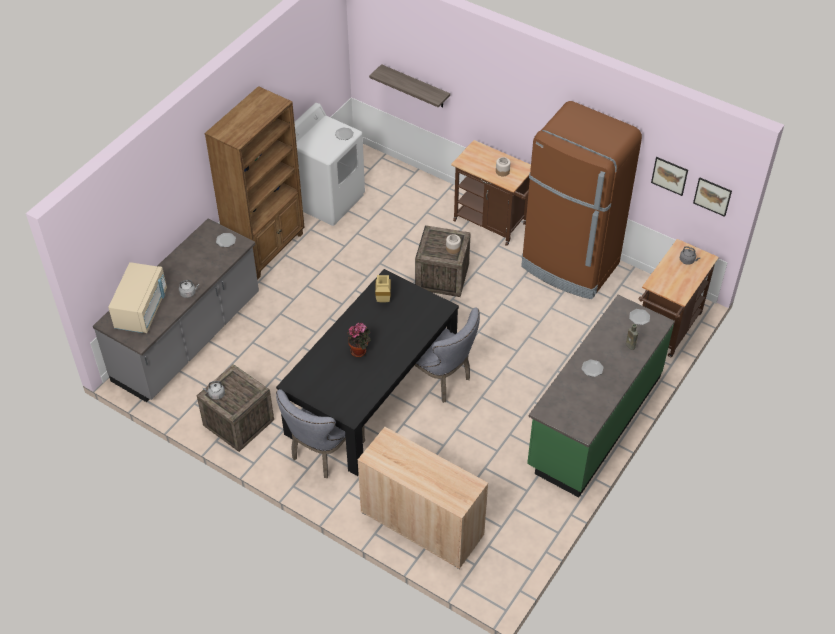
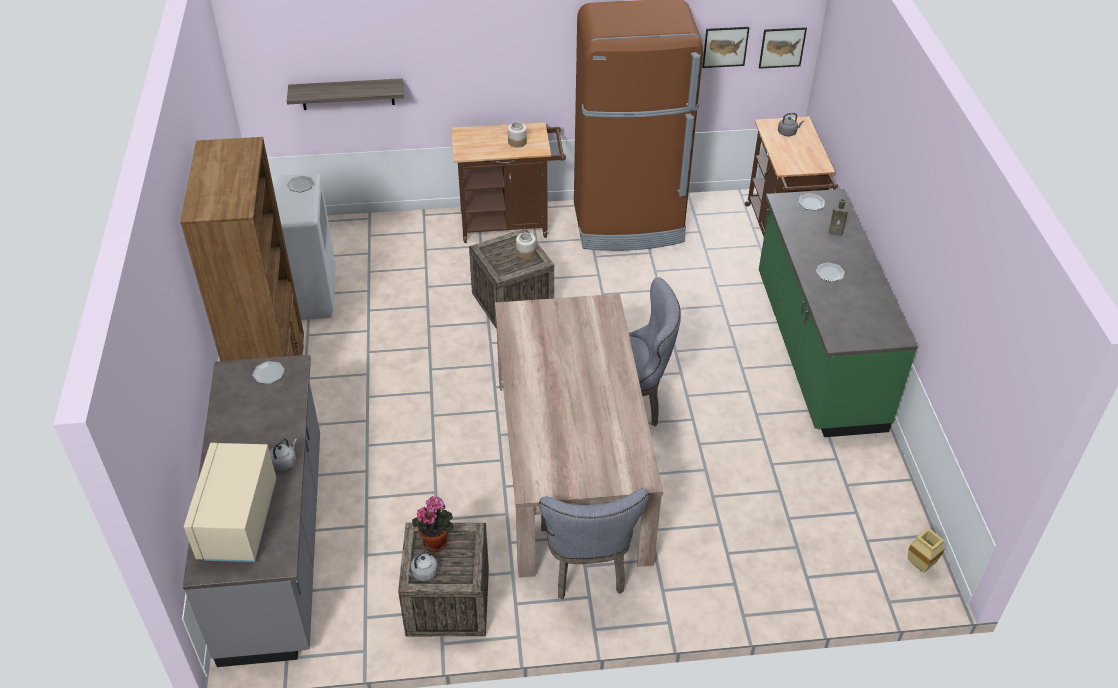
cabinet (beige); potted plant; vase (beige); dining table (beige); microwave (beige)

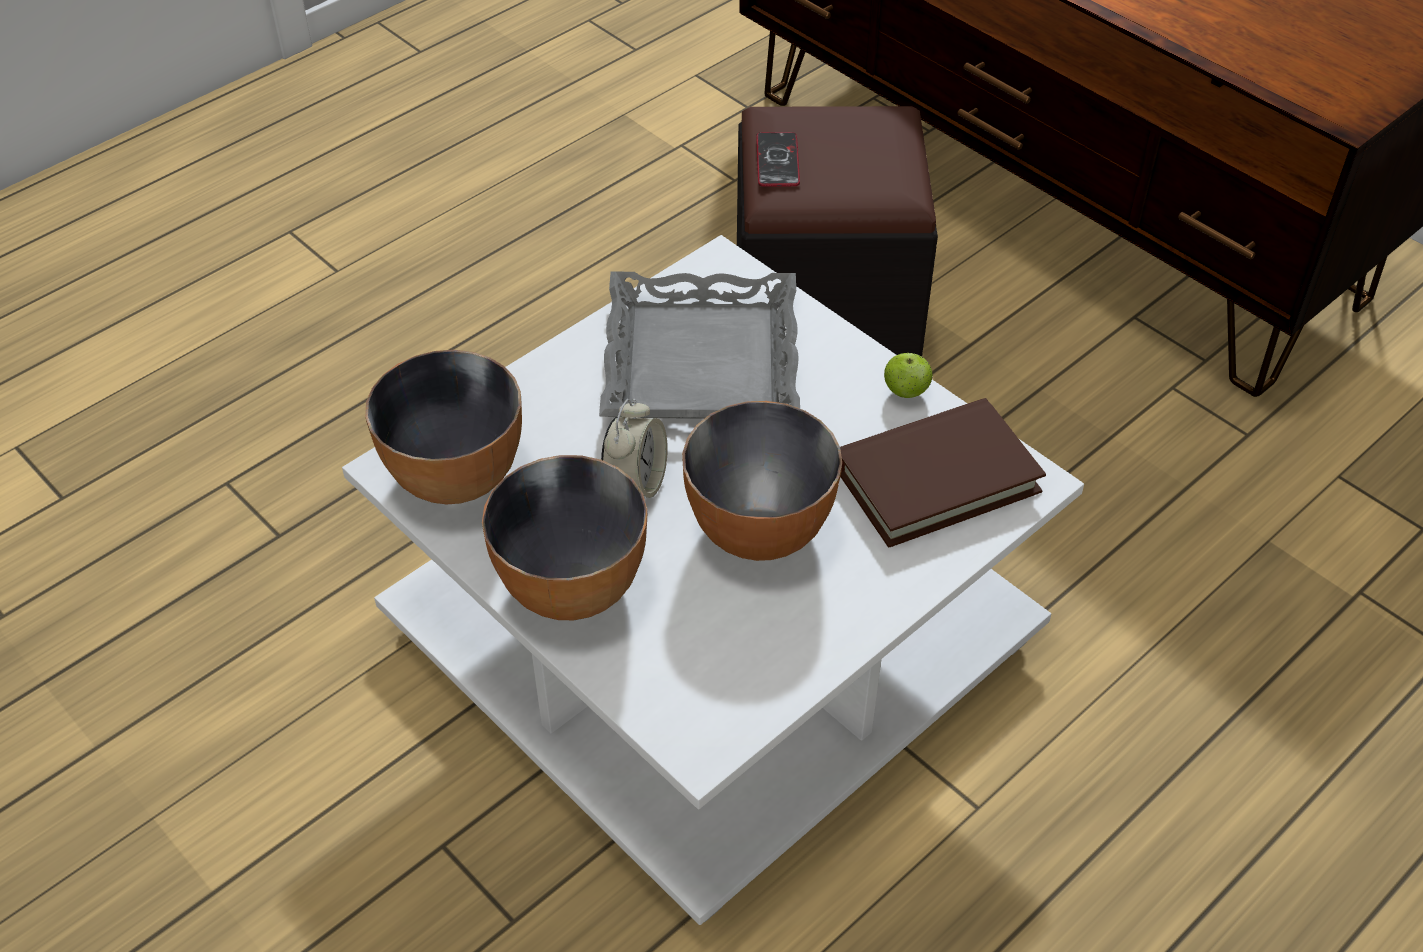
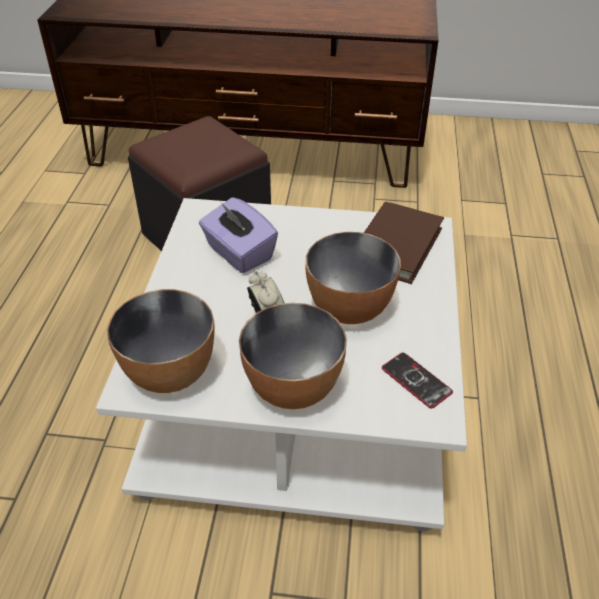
apple; phone; tissue box (purple)

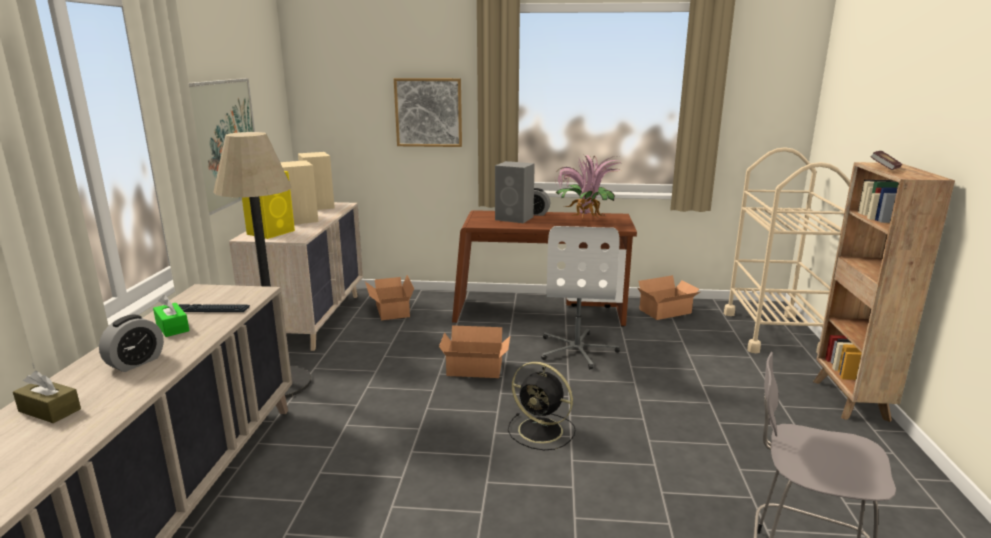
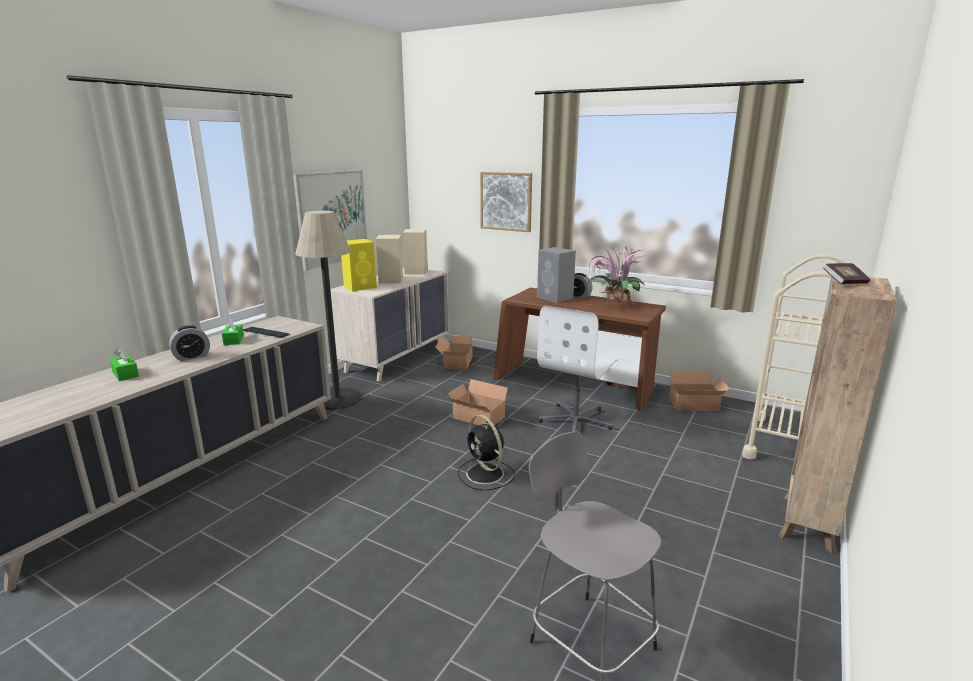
tissue box (green) (1st from left)

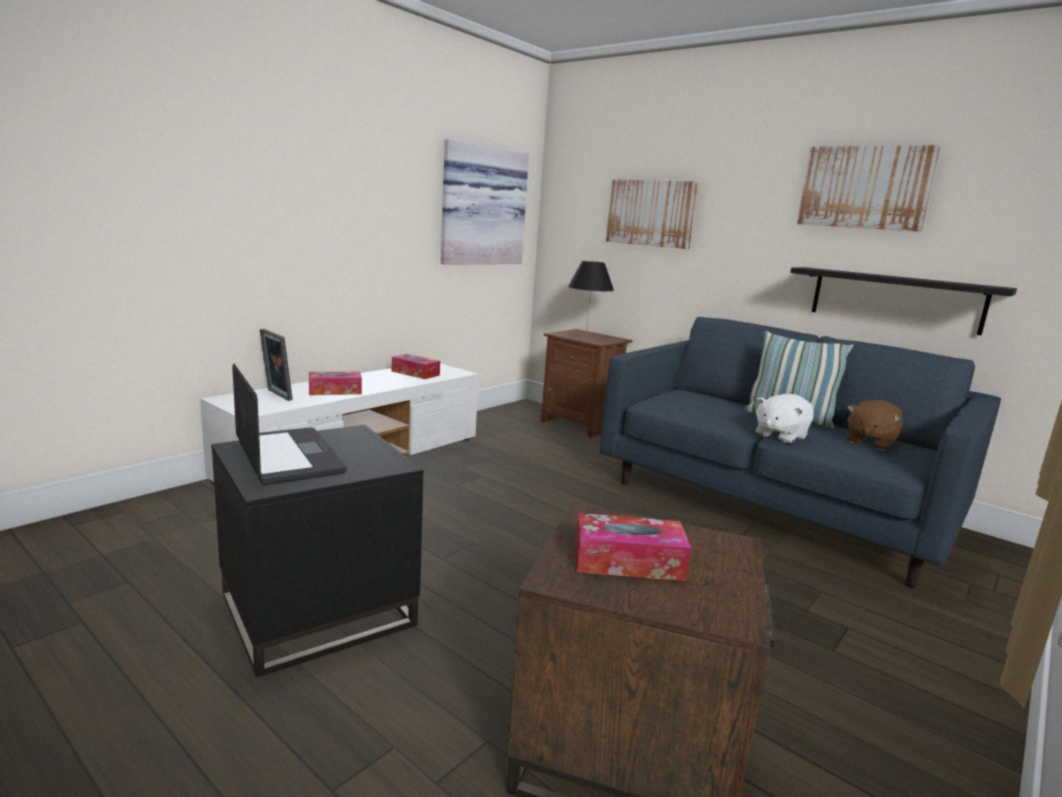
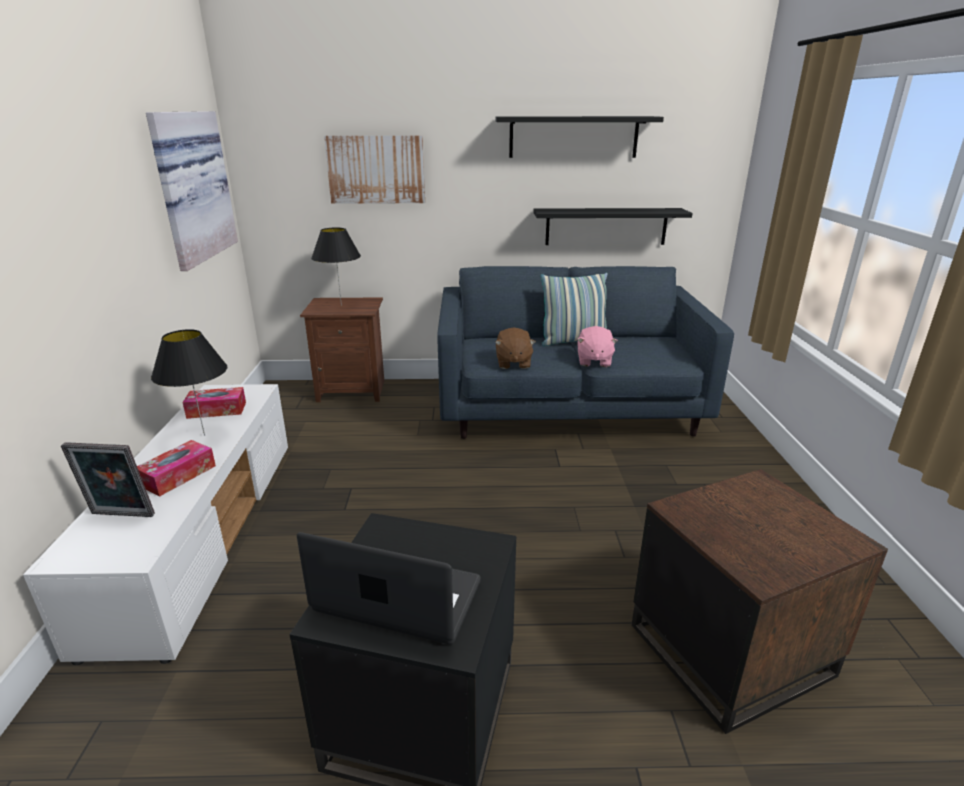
tissue box (3rd from left in the first image); table lamp (black) (1st from left); plush toy (brown); shelf (black) (1st from left); plush toy (pink)

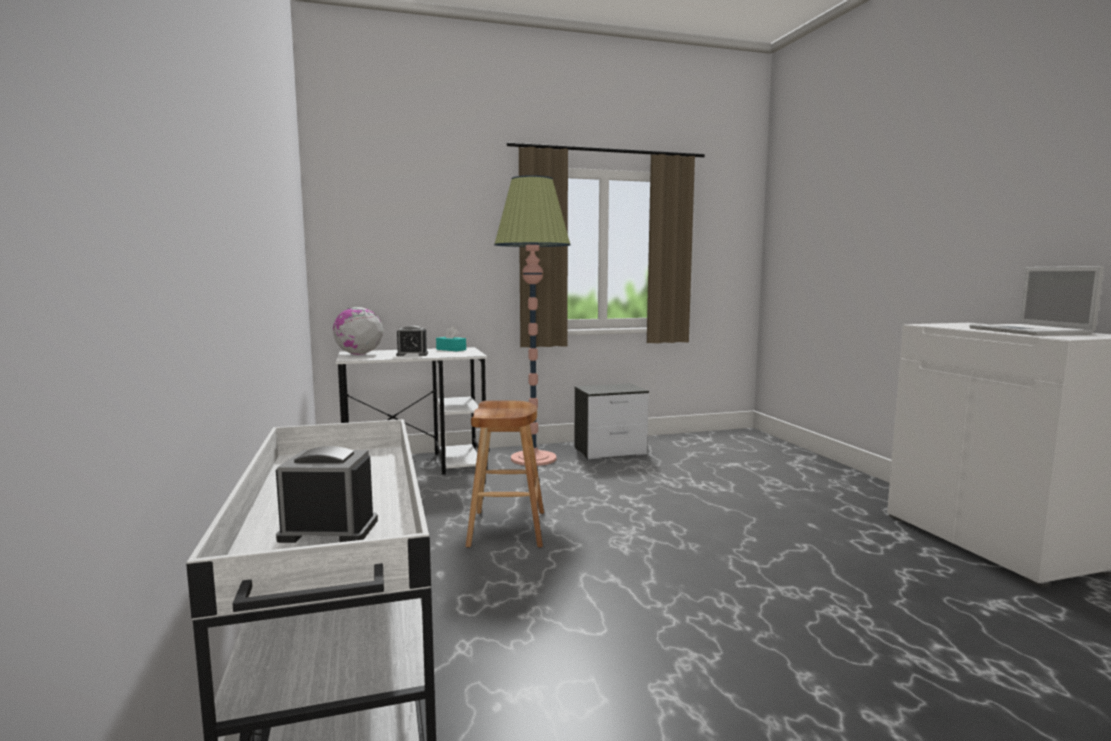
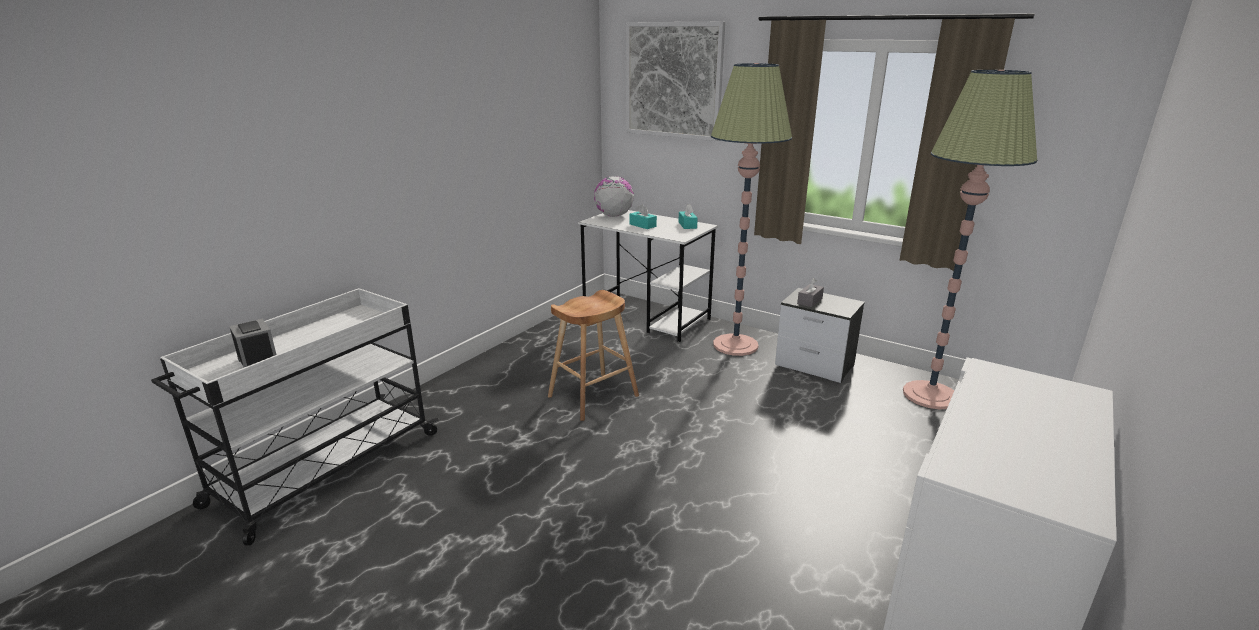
laptop; picture; tissue box (grey); floor lamp (2nd from left); tissue box (turquoise) (1st from left)

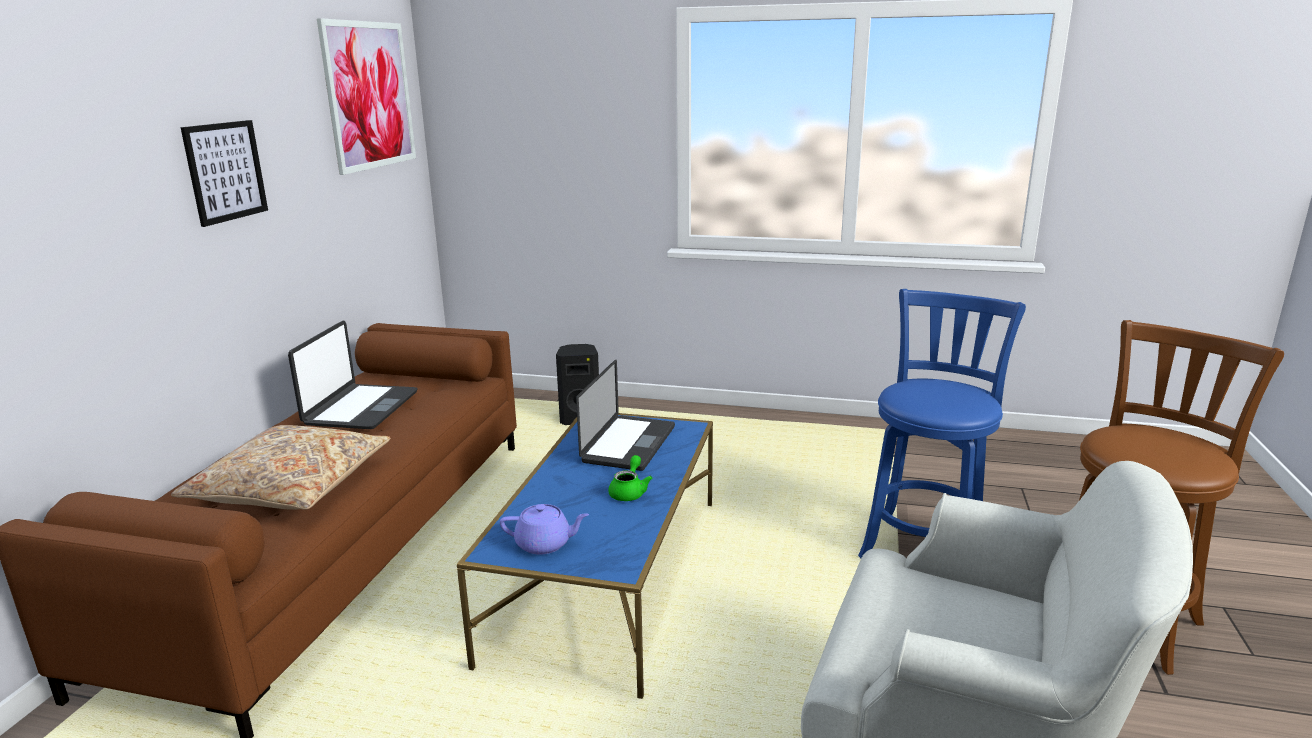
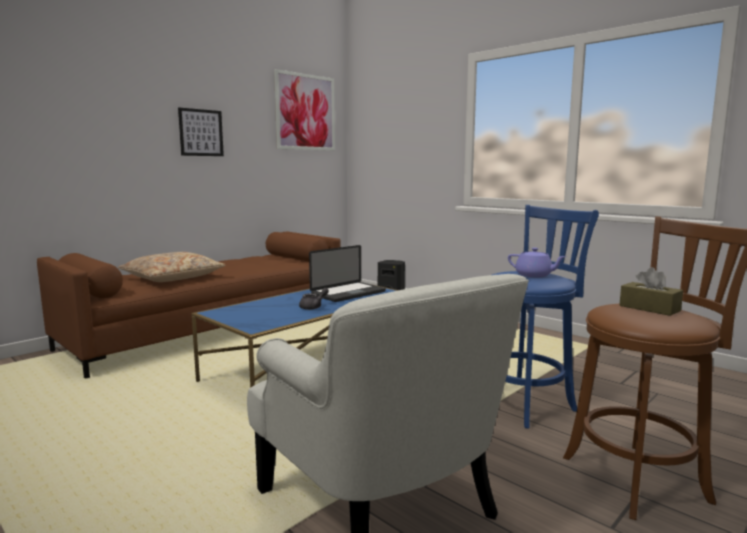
laptop (1st from left in the first image); tissue box (brown); teapot (purple); teapot (grey)

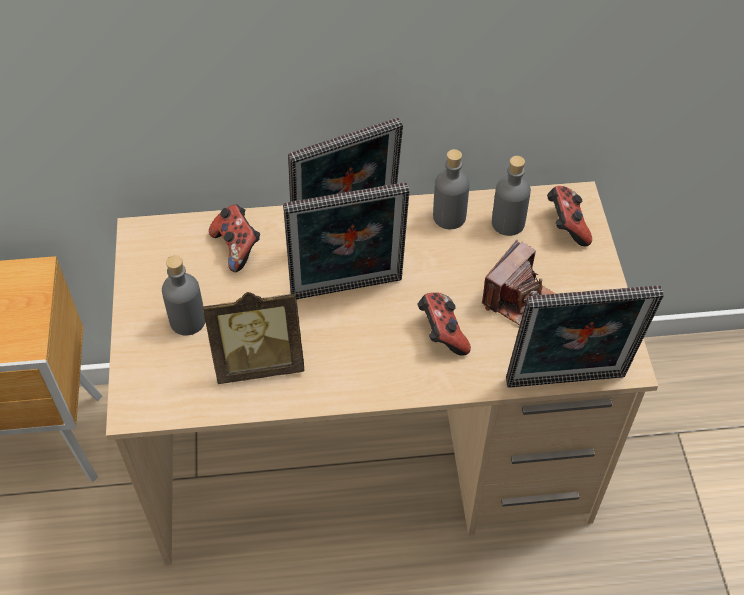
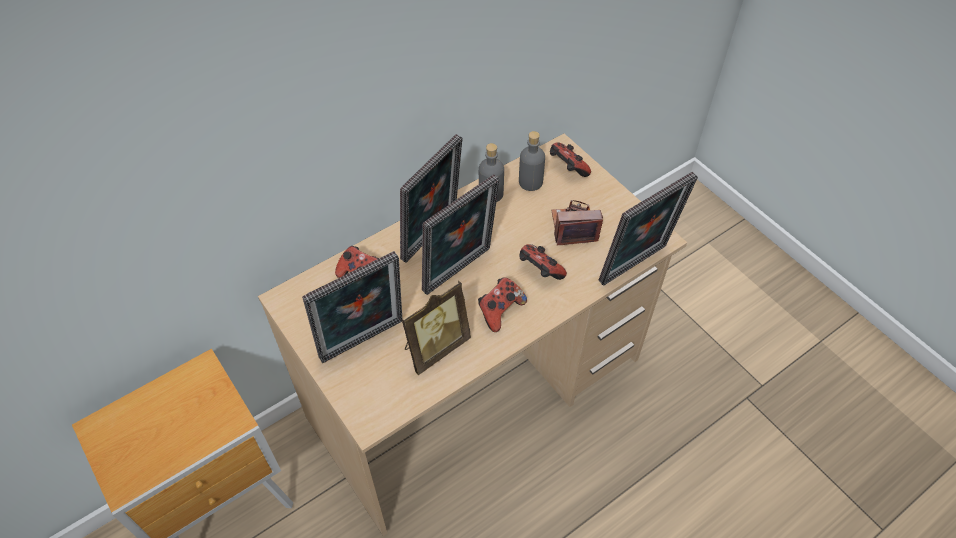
game controller (2nd from left); picture frame (1st from left); photo camera

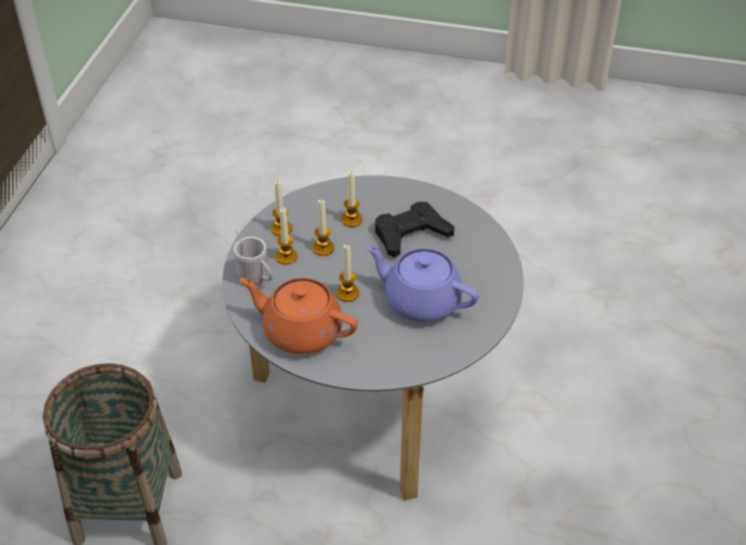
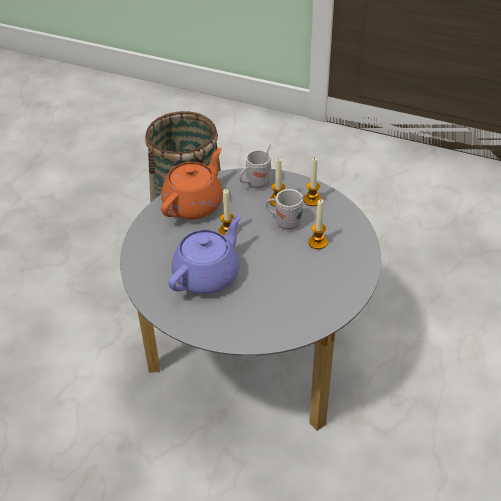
game controller (black); mug (white) (2nd from left)

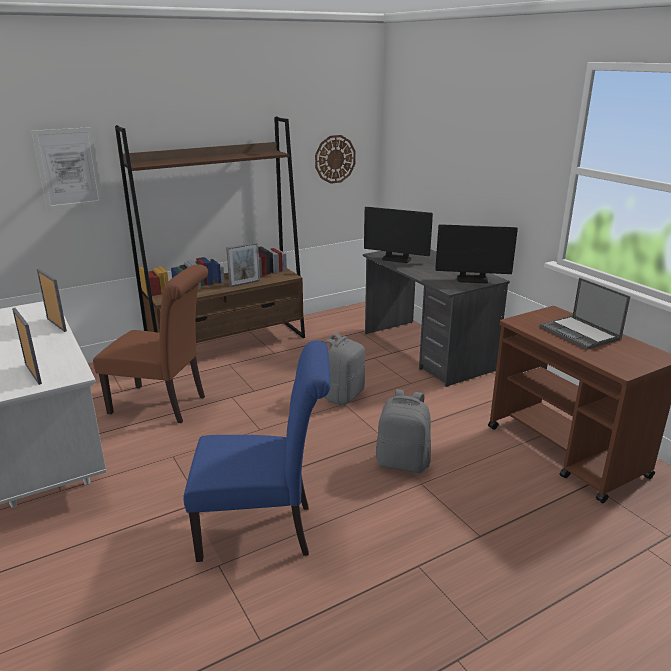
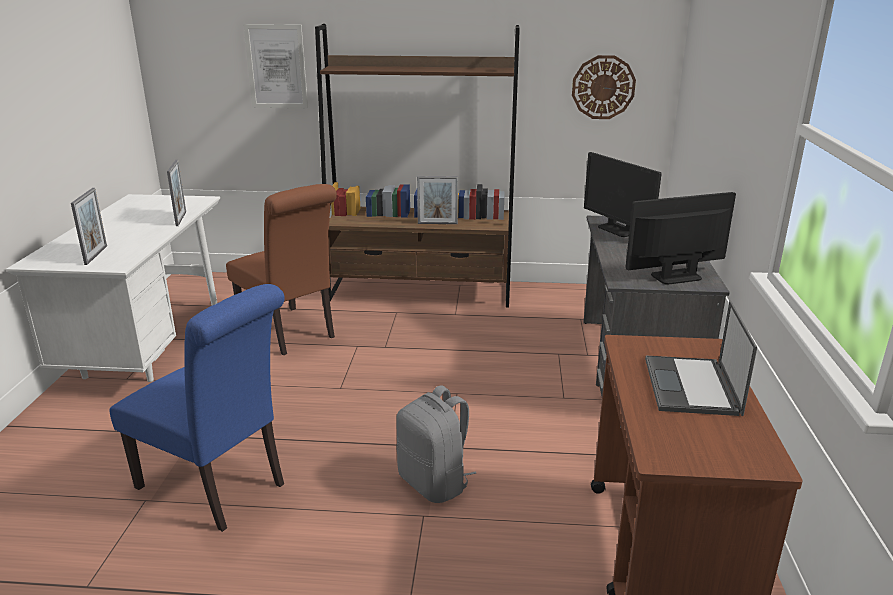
backpack (grey) (1st from left in the first image); monitor (2nd from left)

